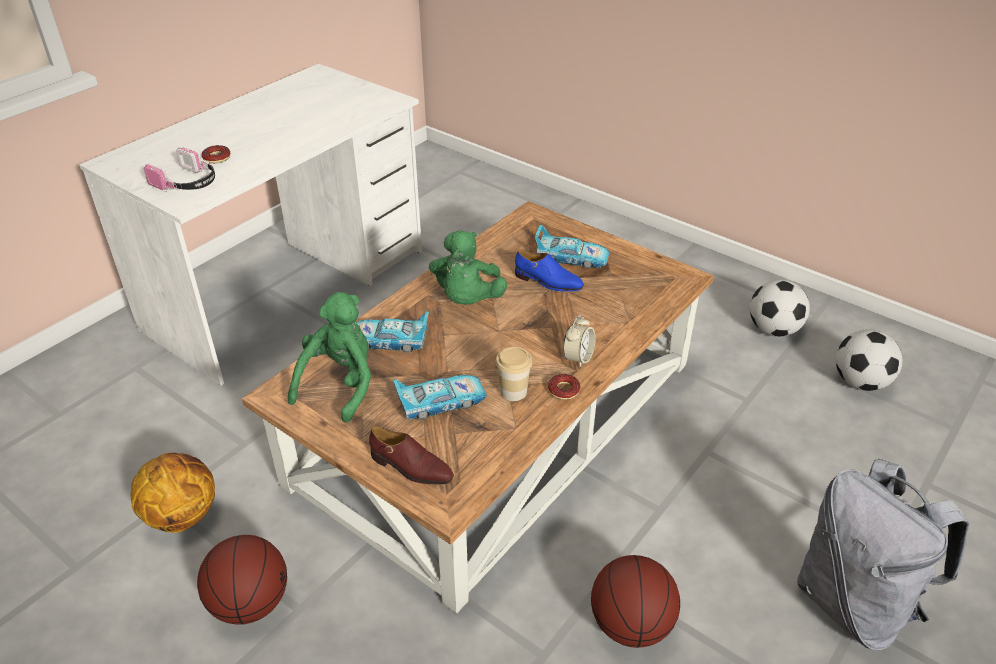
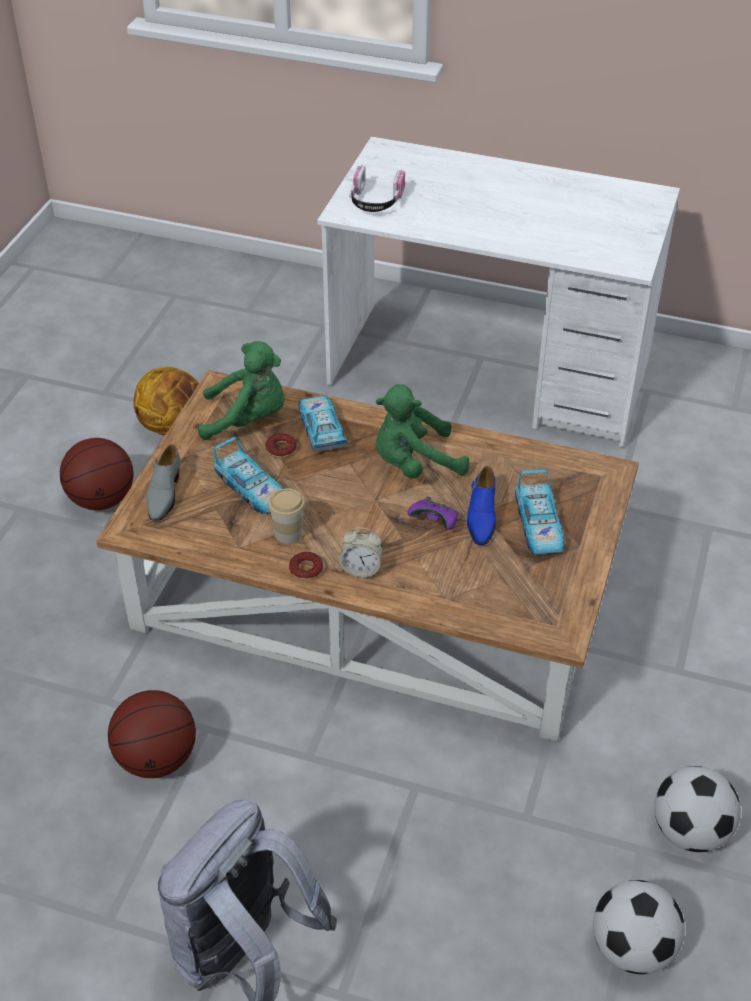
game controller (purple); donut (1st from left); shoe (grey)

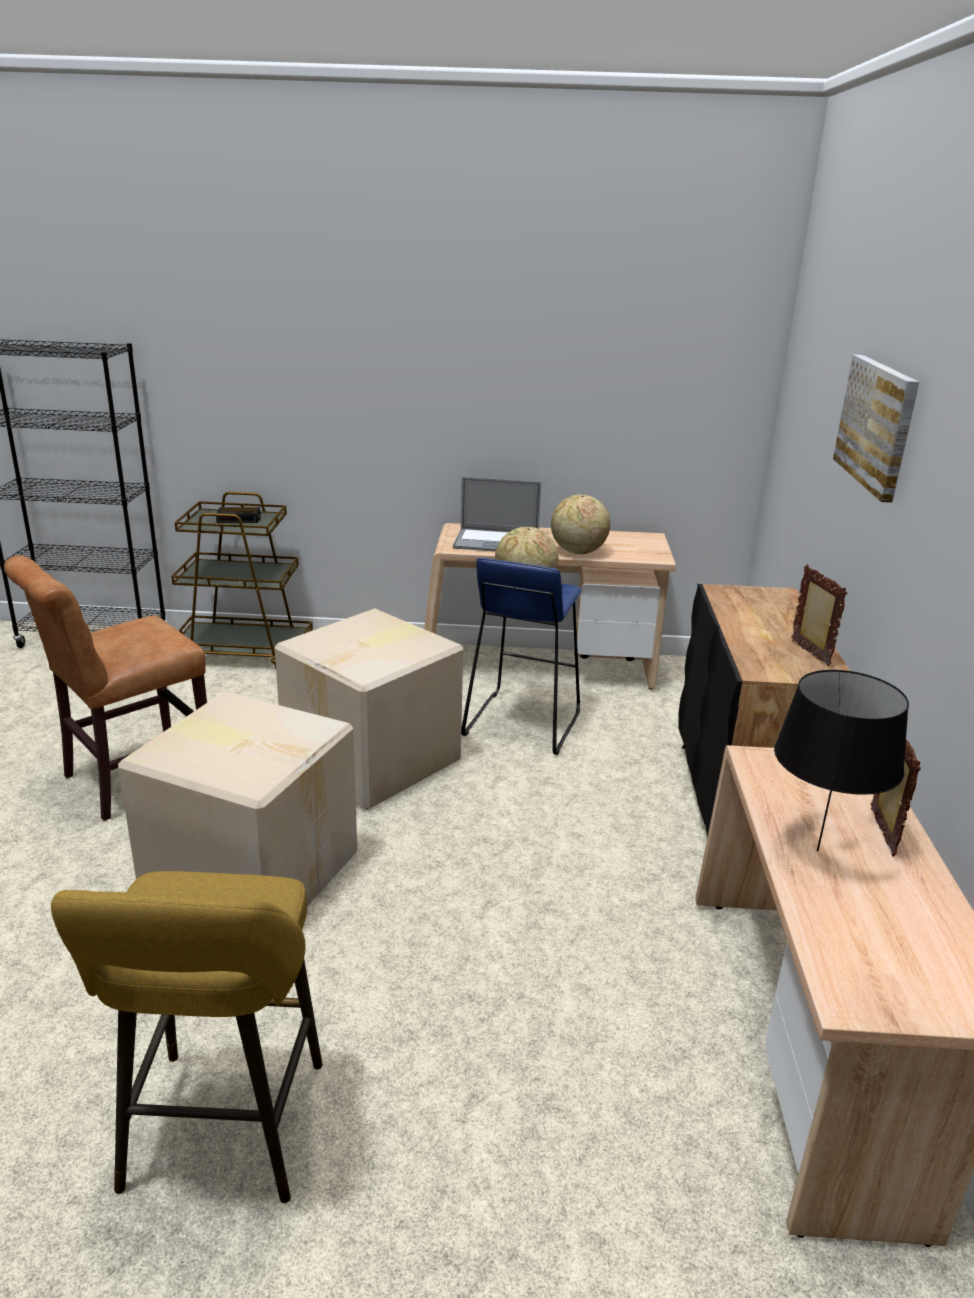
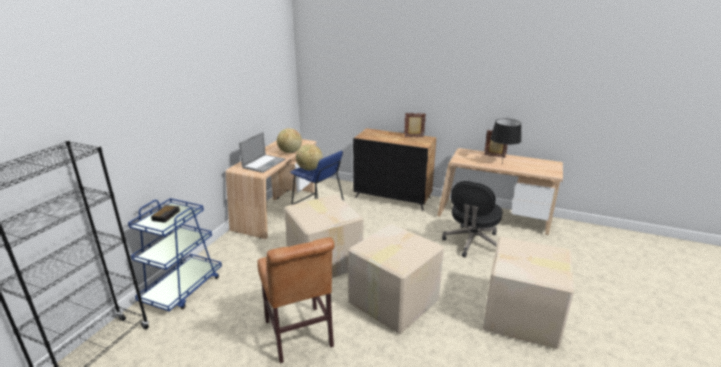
picture; office chair (black); cardboard box (3rd from left); cart (blue)

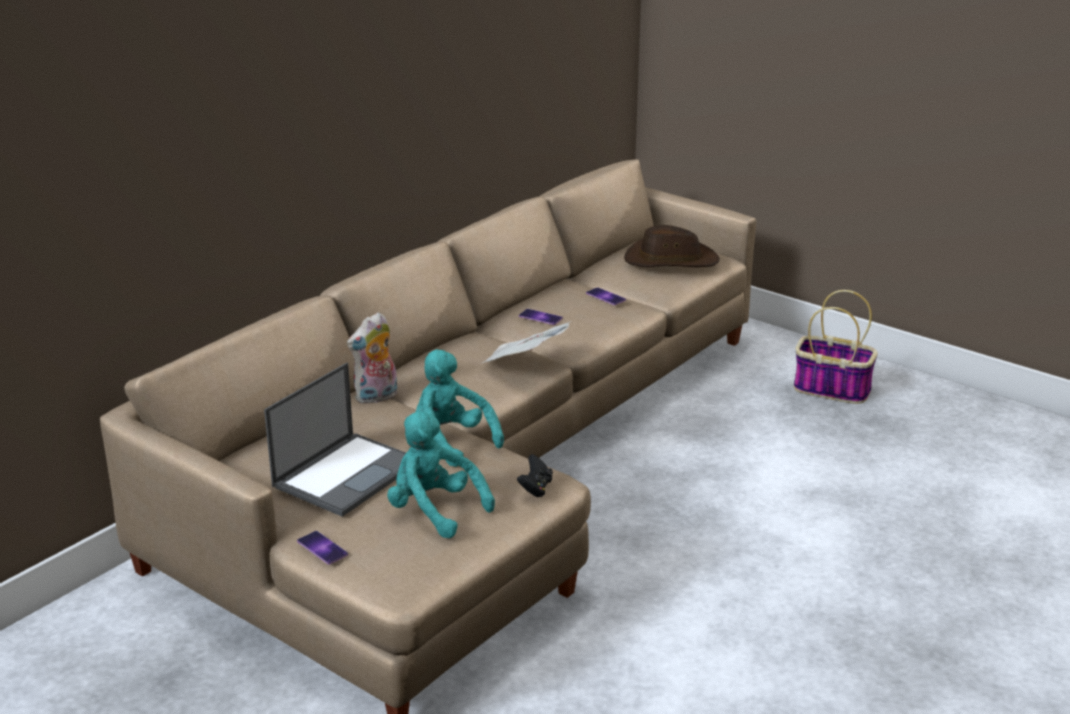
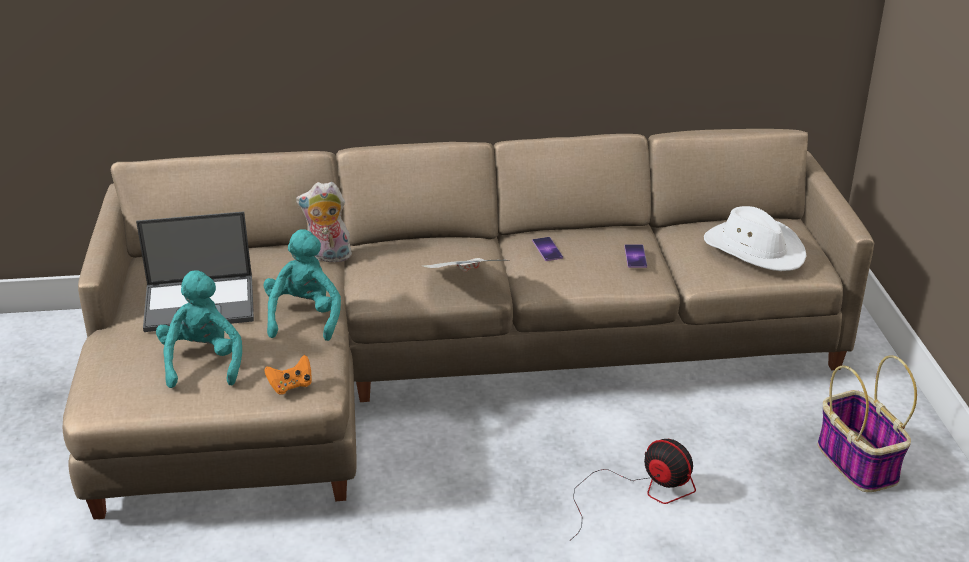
phone (1st from left in the first image); fan; game controller (orange); hat (white)

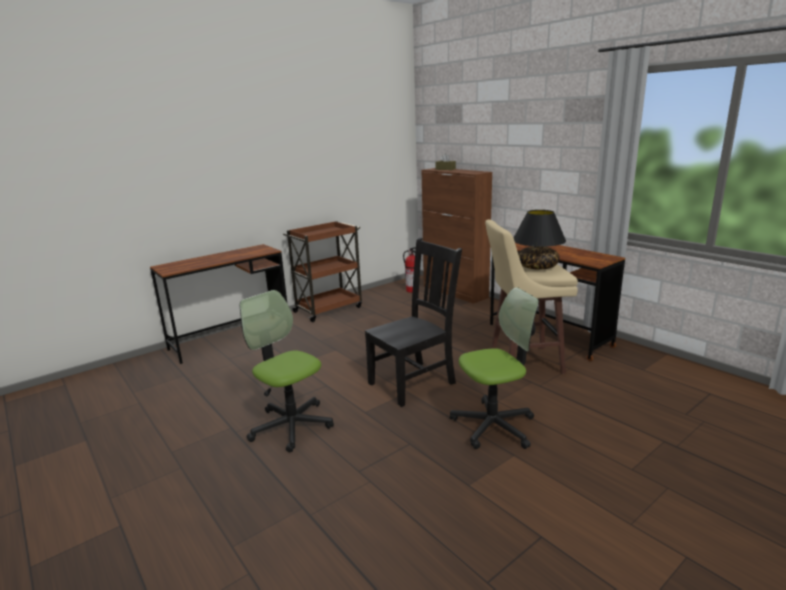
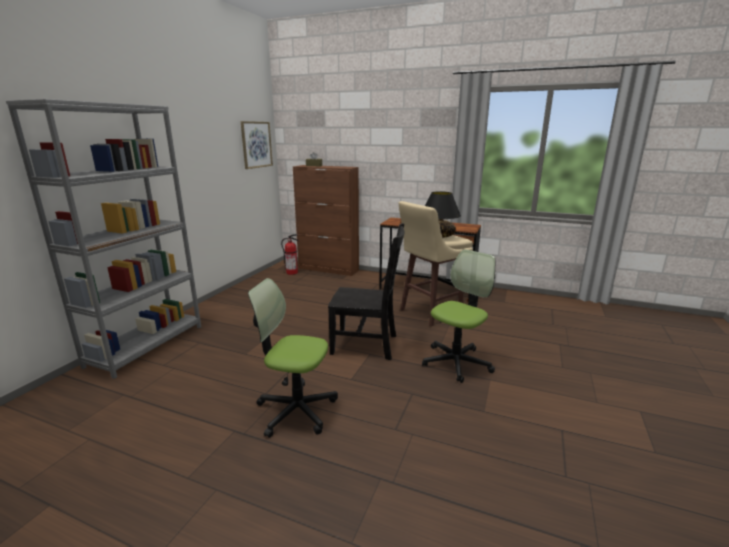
cart (brown); picture; bookcase (grey); chair (black)

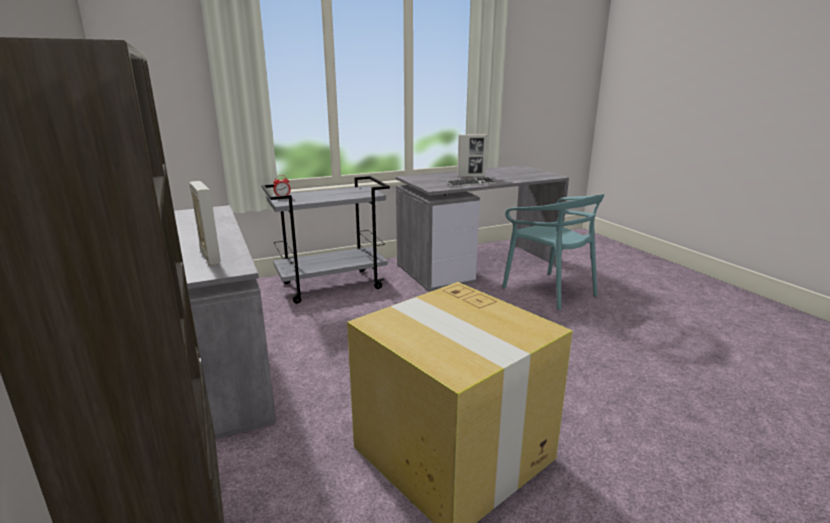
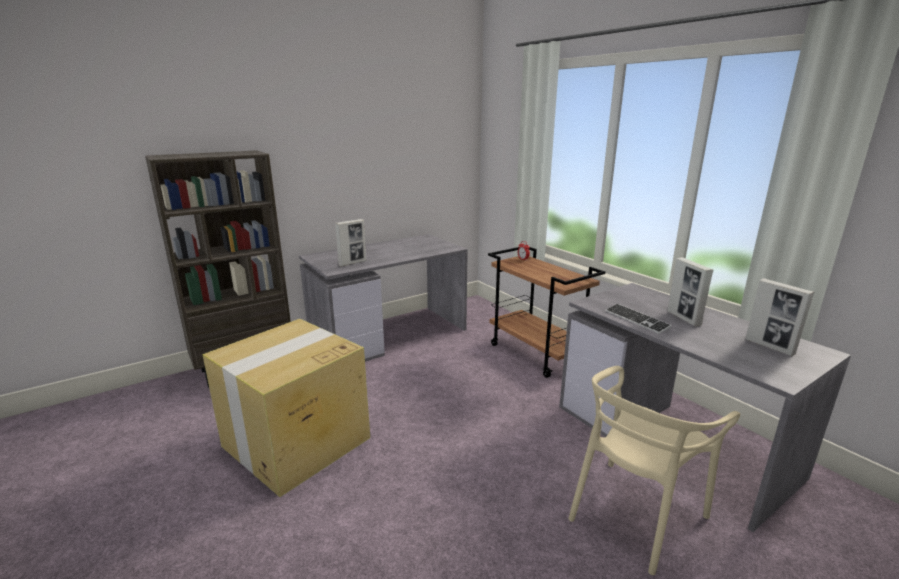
picture frame (3rd from left); cart (brown); chair (beige)

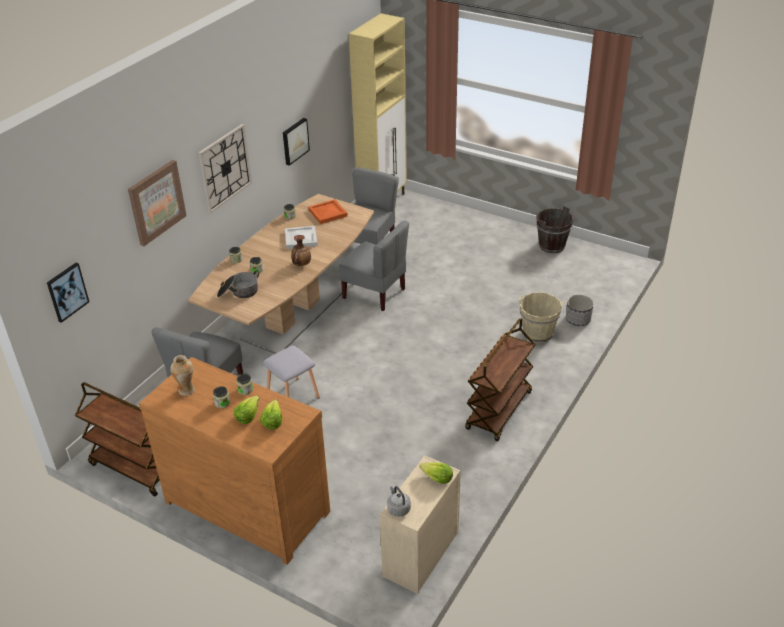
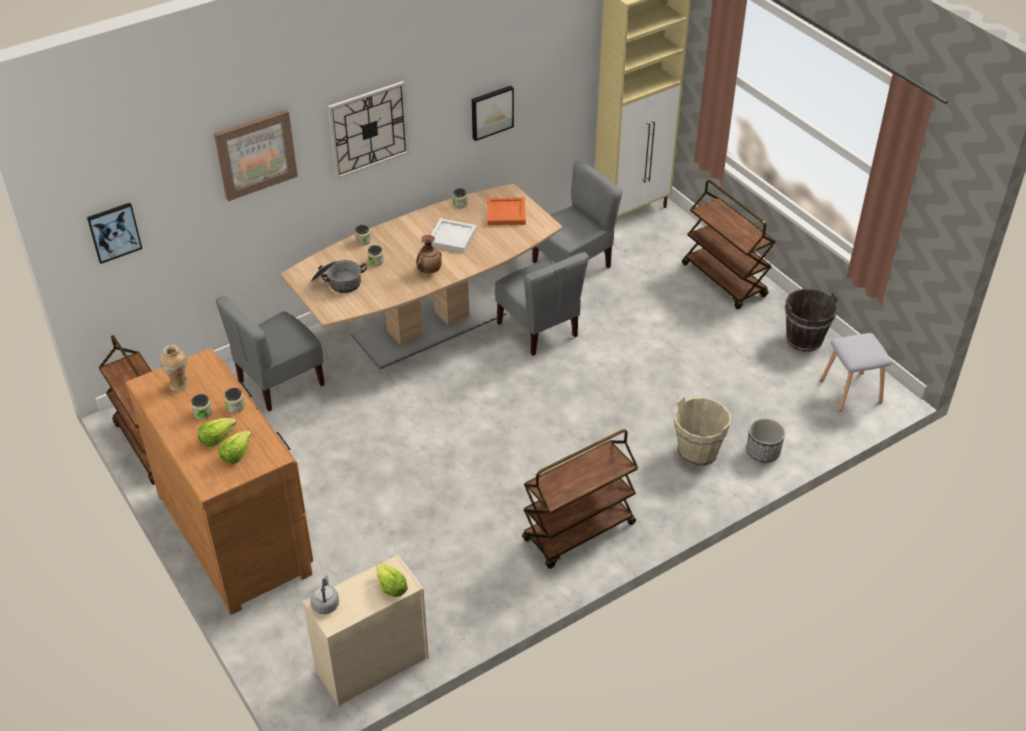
cart (brown) (3rd from left); stool (grey)

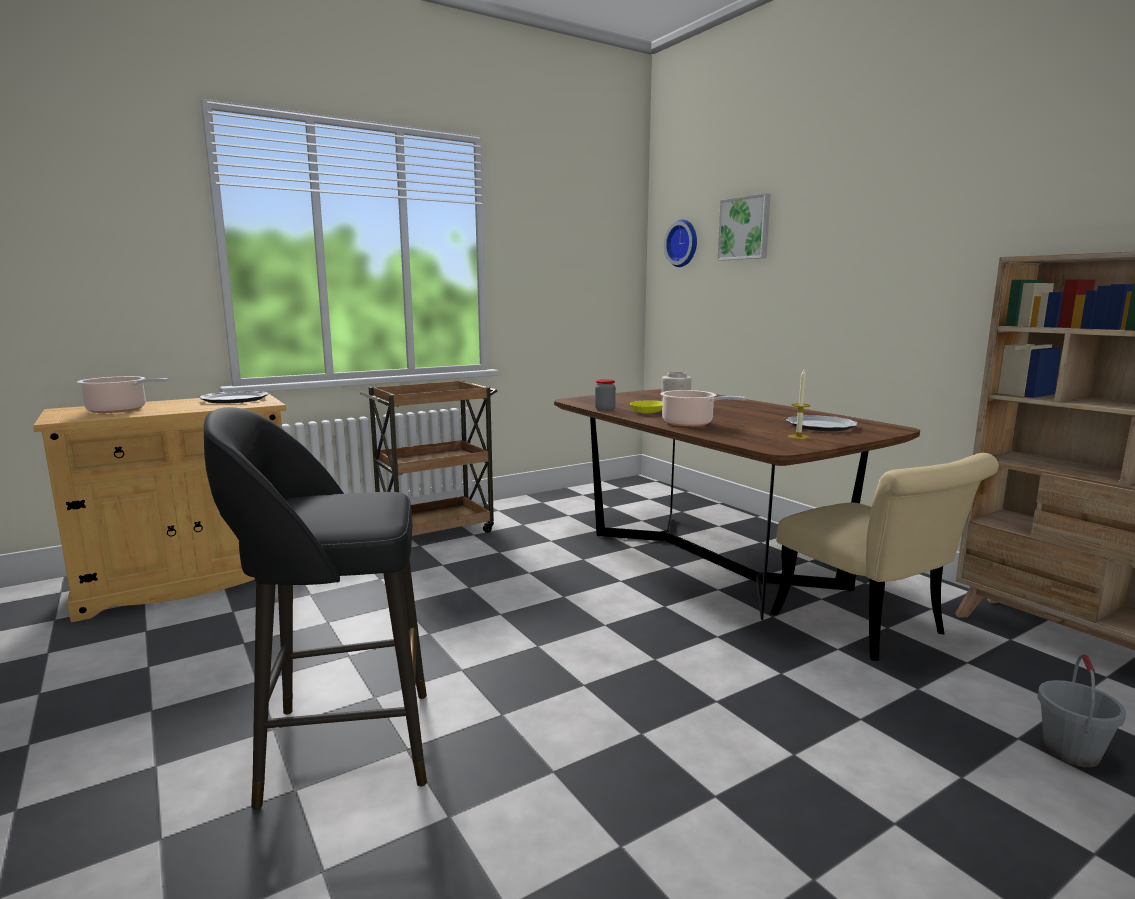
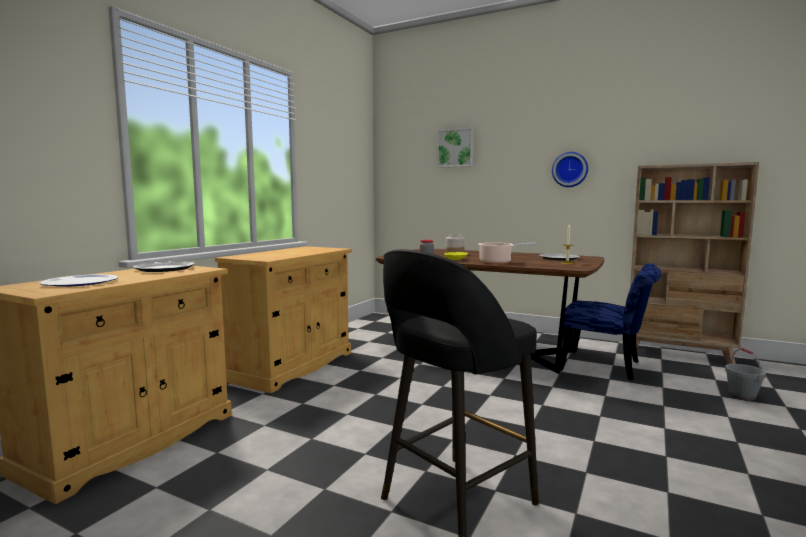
wall clock; plate (1st from left); cabinet (beige) (2nd from left); chair (blue)

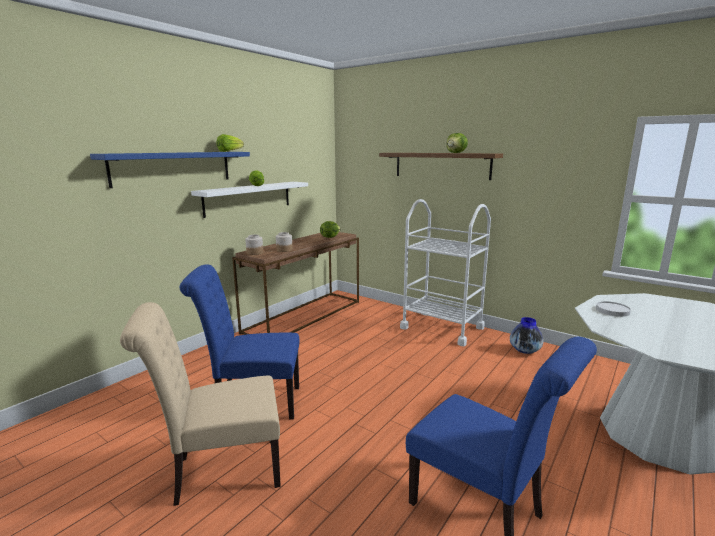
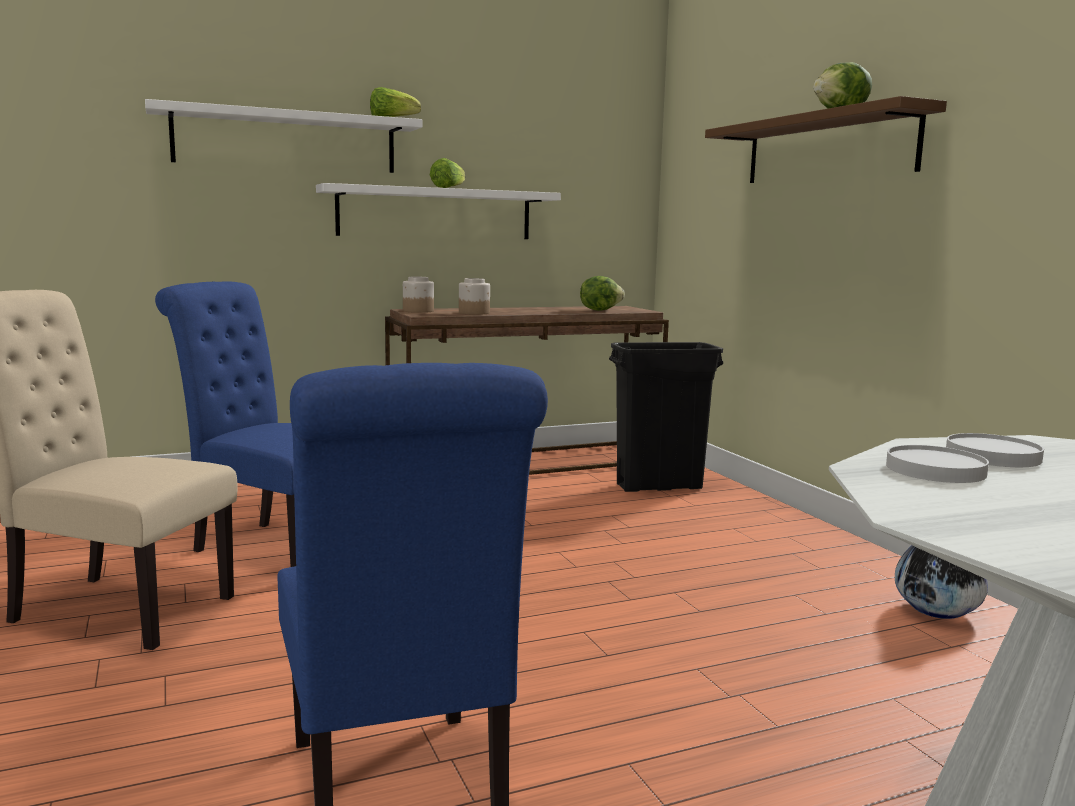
cart (white); trash can (black); plate (white) (1st from left); shelf (white) (1st from left)

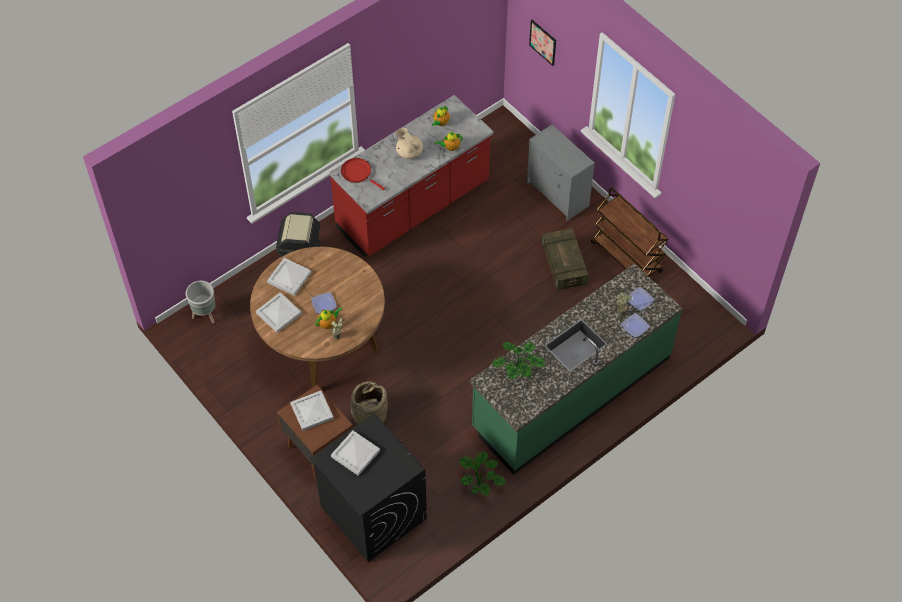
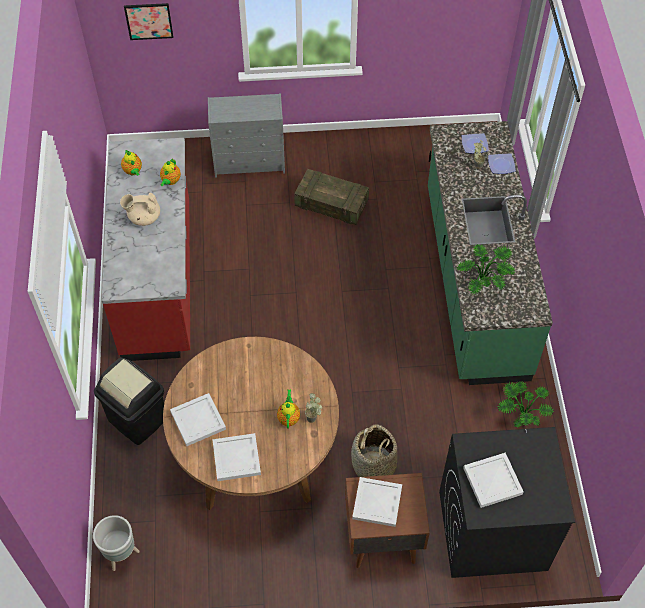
plate (1st from left in the first image); frying pan (red); cart (brown)

